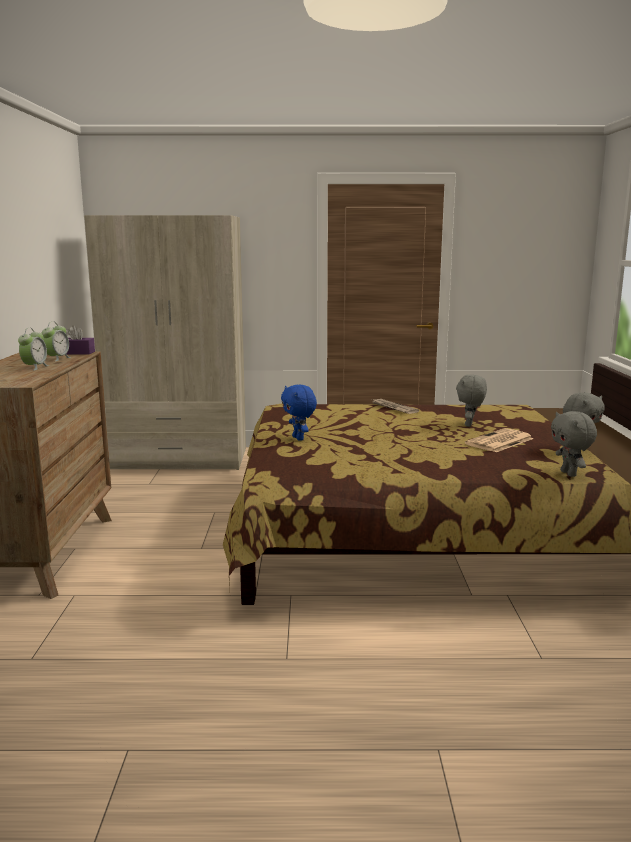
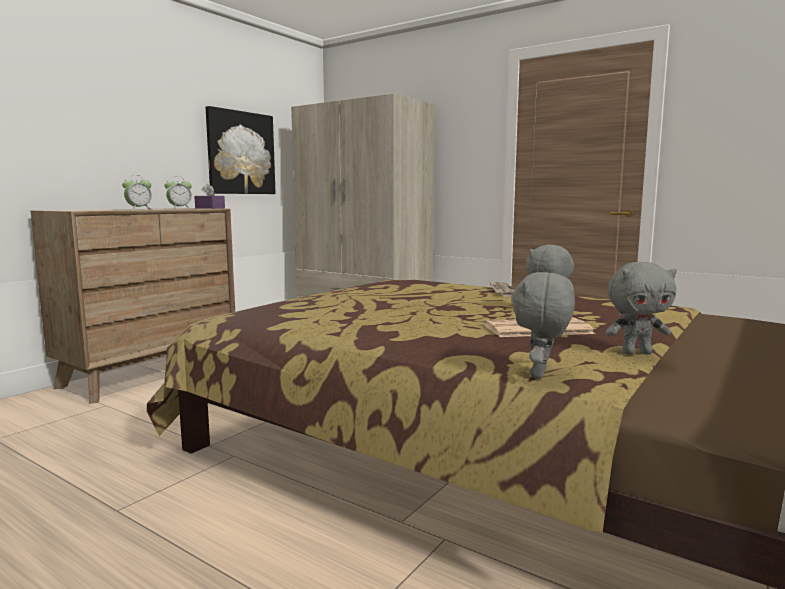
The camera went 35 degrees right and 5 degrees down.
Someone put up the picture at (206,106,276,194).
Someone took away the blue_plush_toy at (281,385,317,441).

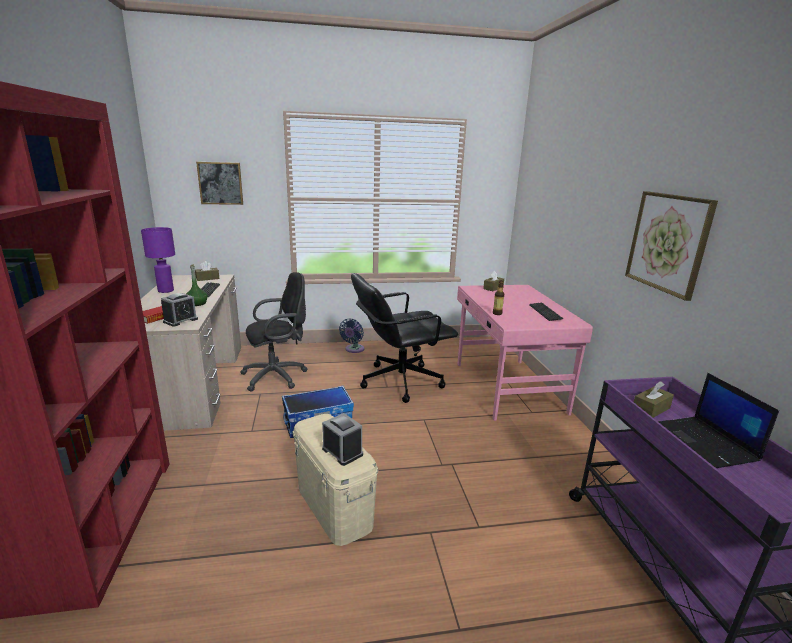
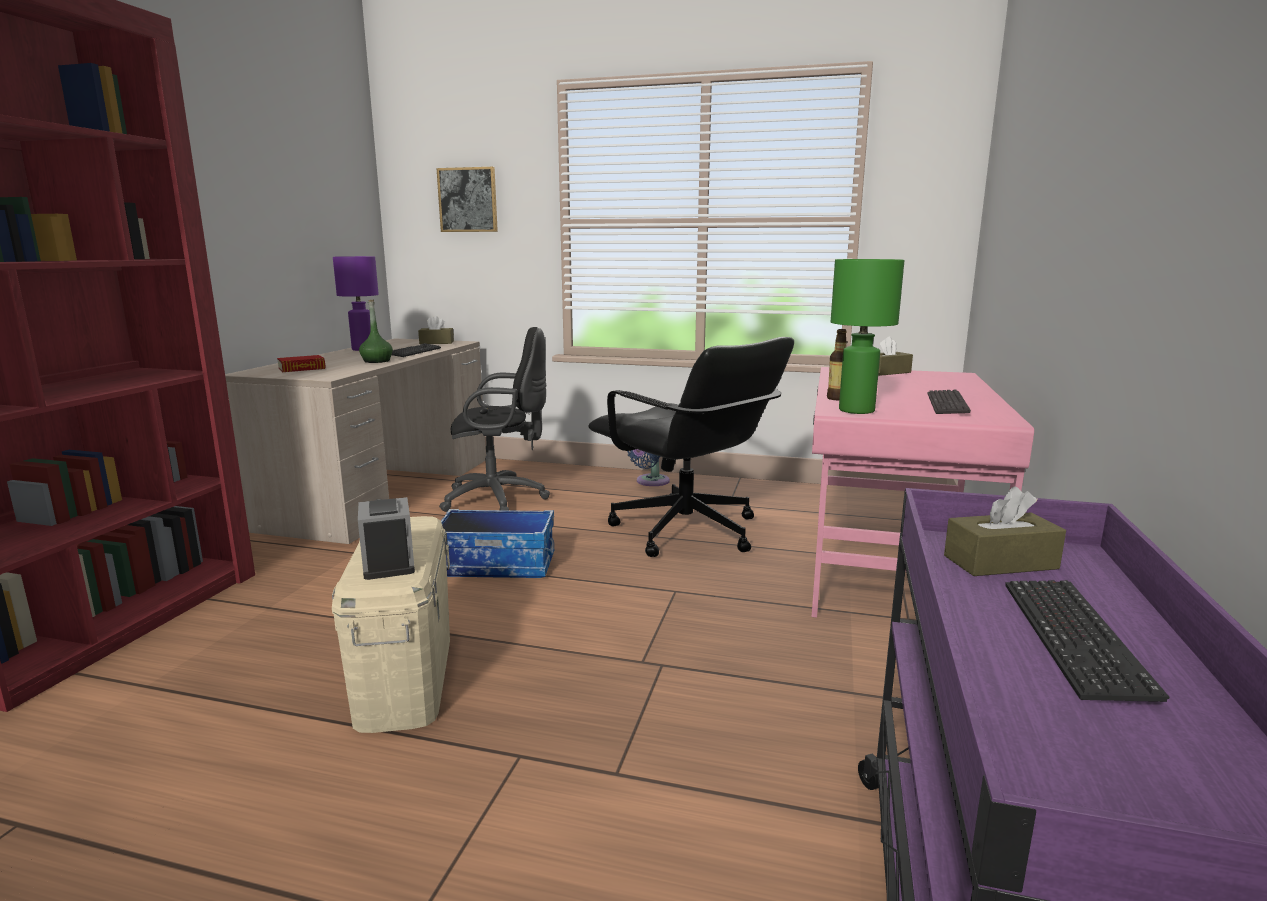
The camera went 25 degrees right and 5 degrees down.
Someone rotated the black_office_chair at (351,273,458,403) by 135 degrees counterclockwise.
Someone put down the green_table_lamp at (831,259,904,414).
Someone swapped the laptop at (659,373,779,468) for the keyboard at (1005,580,1169,702).
Someone took away the alarm_clock at (161,293,198,327).
Someone took away the picture at (625,191,718,301).

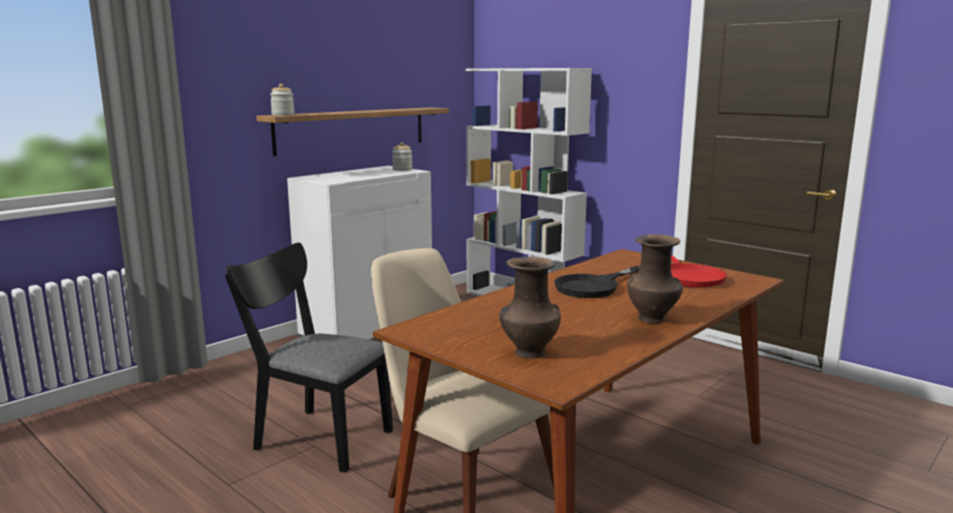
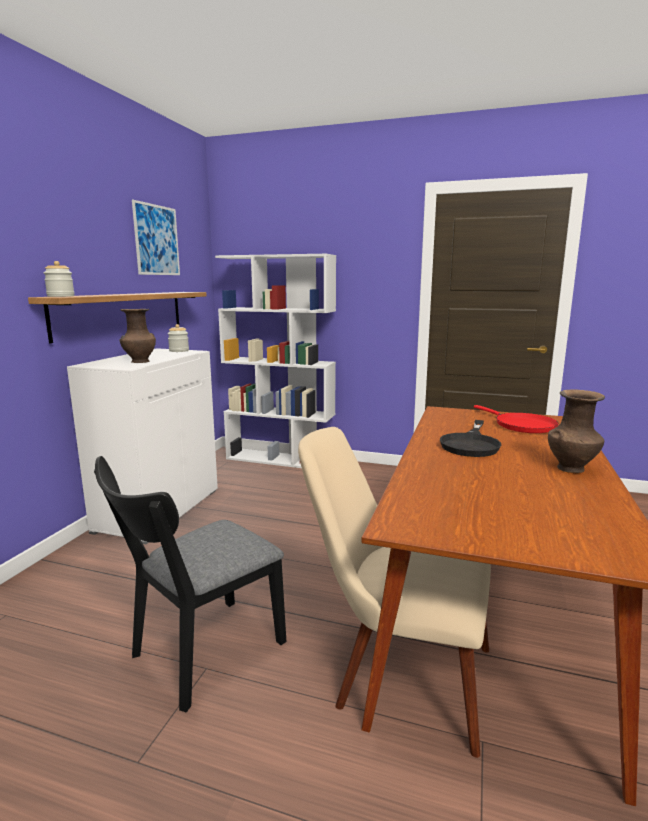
The camera went 25 degrees left and 0 degrees up.
Someone rotated the black_chair at (225,243,393,473) by 45 degrees counterclockwise.
Someone carried the brown_vase from (499,257,561,359) to (120,309,156,363).
Someone put up the picture at (132,200,180,275).

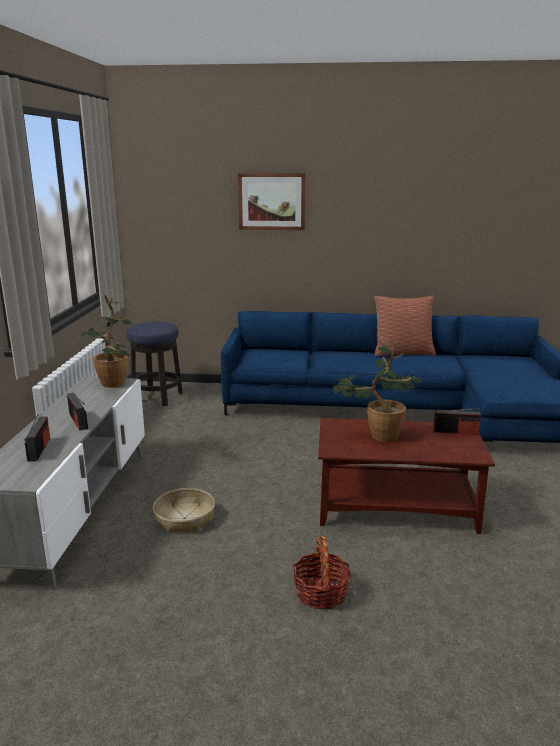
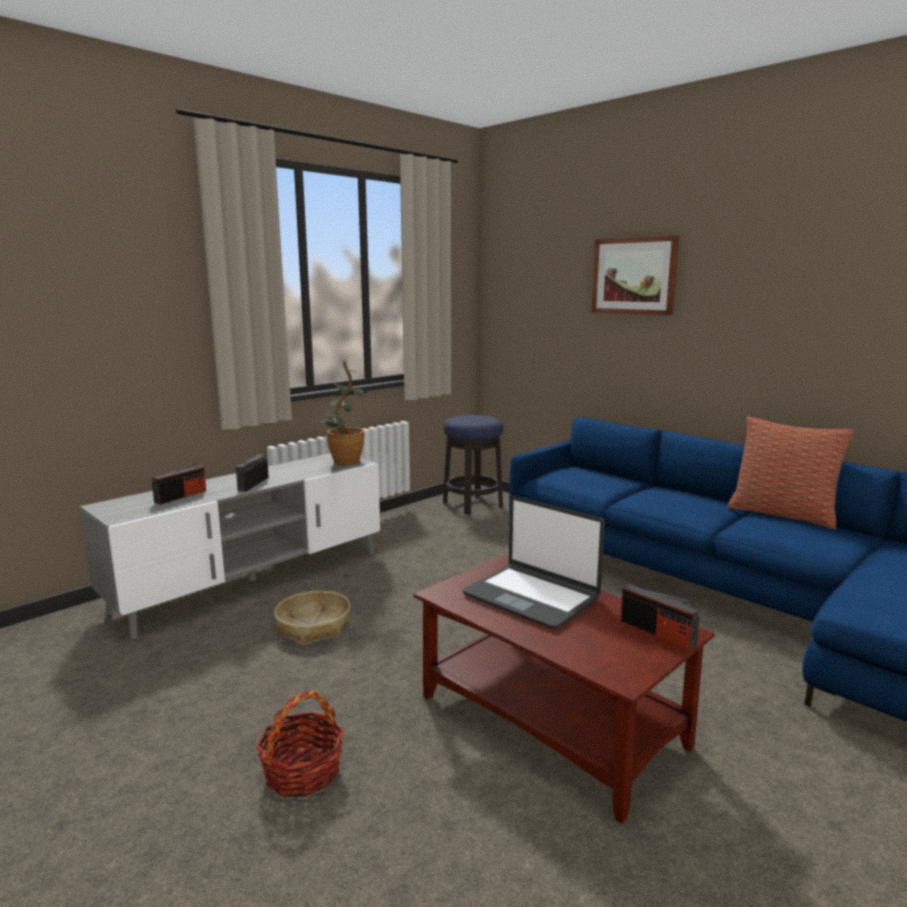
The camera went 40 degrees right and 5 degrees down.
Someone swapped the potted_plant at (332,339,422,442) for the laptop at (463,496,605,629).

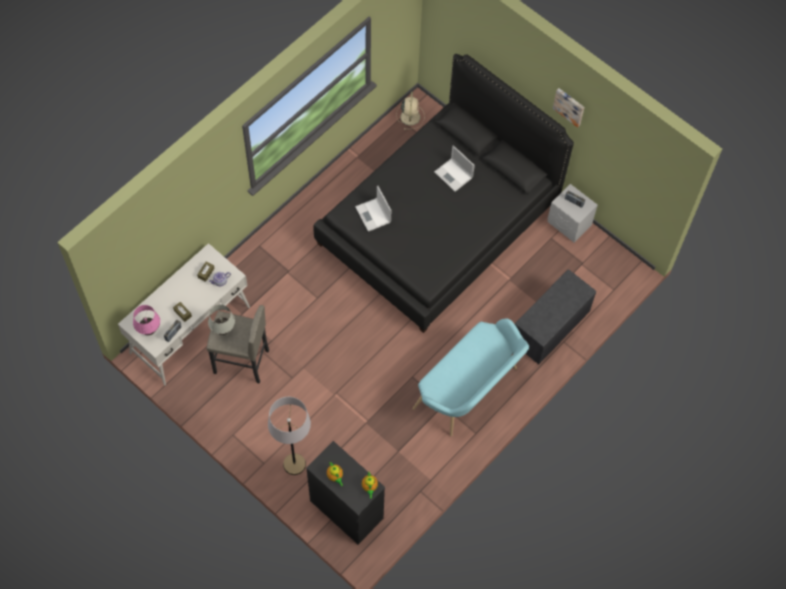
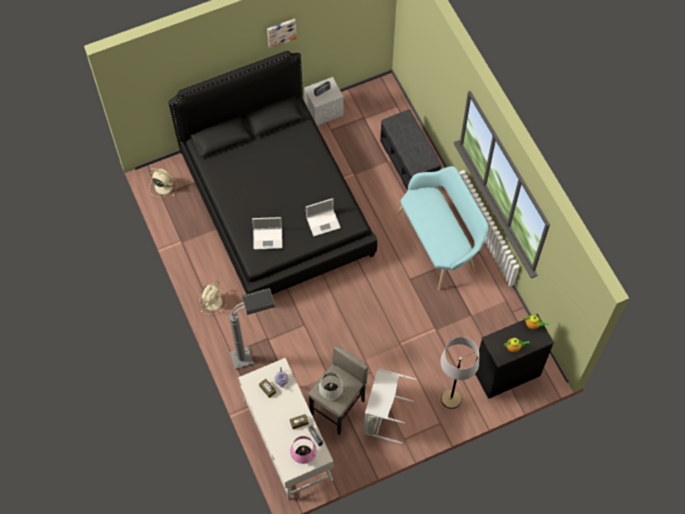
The camera went 65 degrees left and 0 degrees up.
Someone put down the beige_fan at (200,281,227,315).
Someone put down the grey_floor_lamp at (229,288,275,369).
Someone carried the laptop from (434,145,475,192) to (306,198,341,236).
Someone put down the grey_laundry_basket at (364,368,417,444).

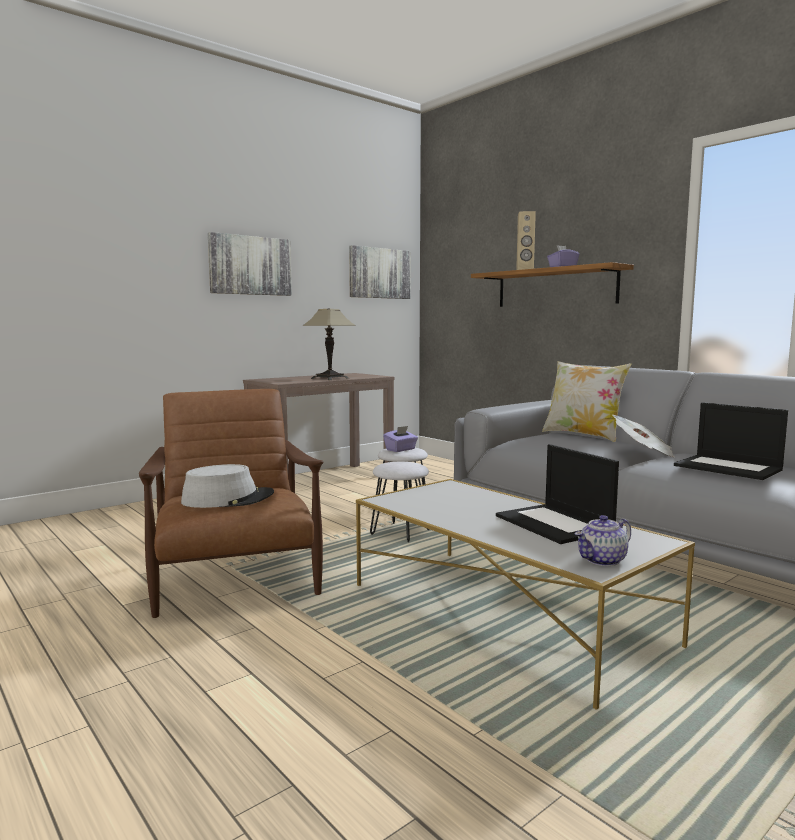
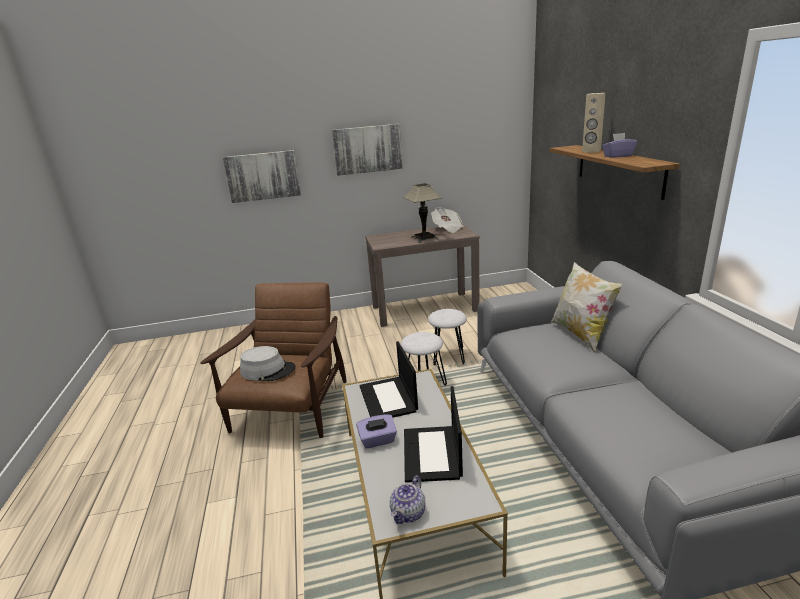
The camera went 30 degrees right and 15 degrees up.
Someone carried the picture from (349,245,411,299) to (223,150,301,203).
Someone carried the purple_tissue_box from (383,426,418,452) to (356,414,397,449).
Someone carried the laptop from (674,402,788,480) to (359,341,418,418).
Someone rotated the teapot at (575,515,631,566) by 60 degrees counterclockwise.
Someone carried the newspaper from (613,415,675,457) to (431,207,464,233).

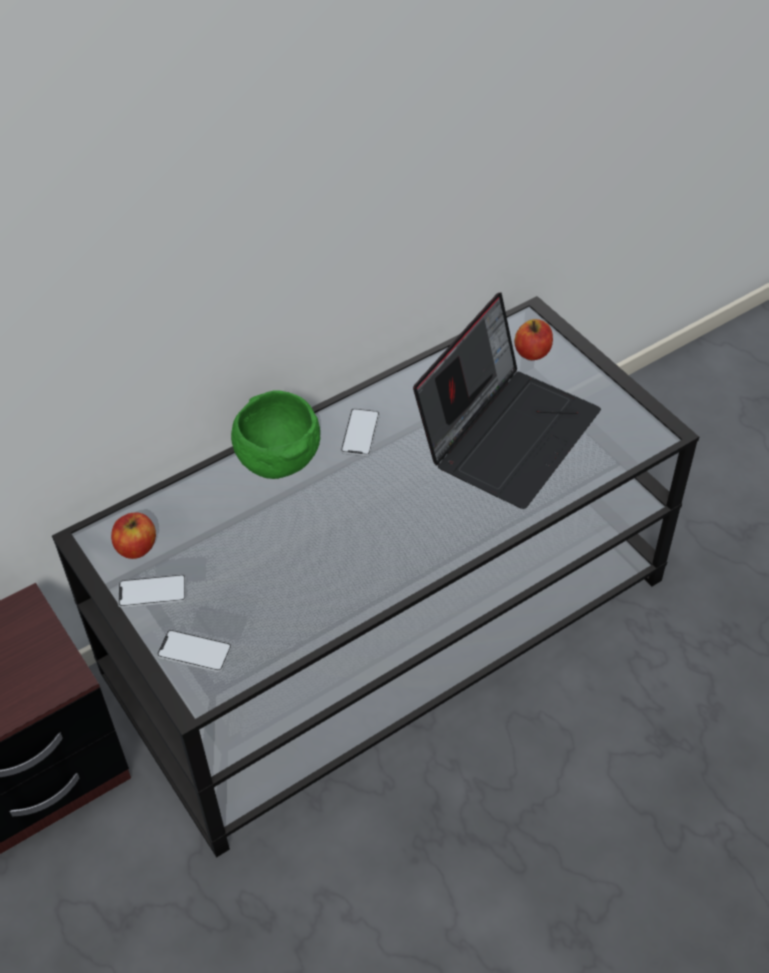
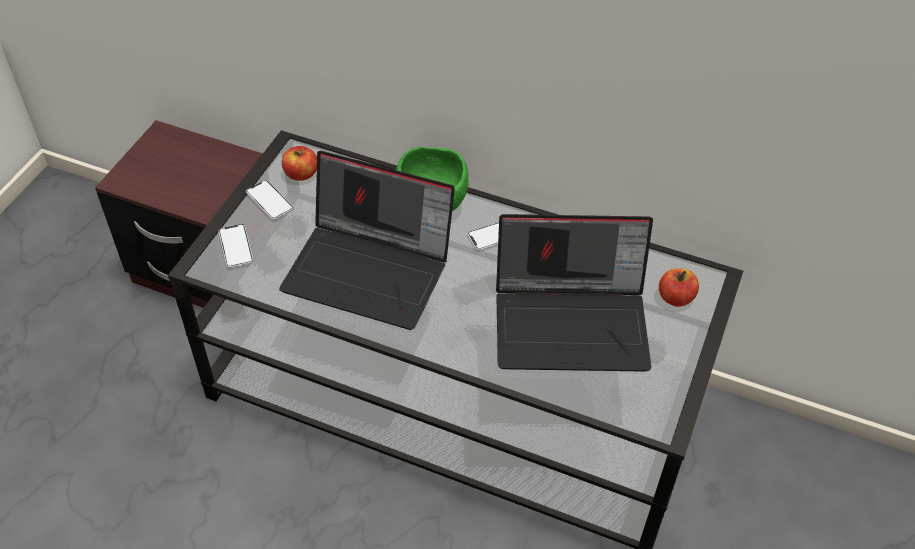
The camera went 55 degrees right and 0 degrees up.
Someone put down the laptop at (279,151,455,330).

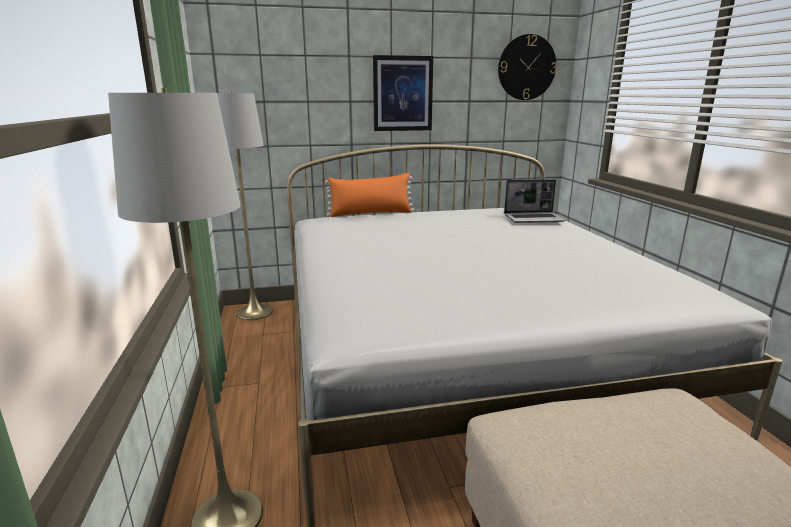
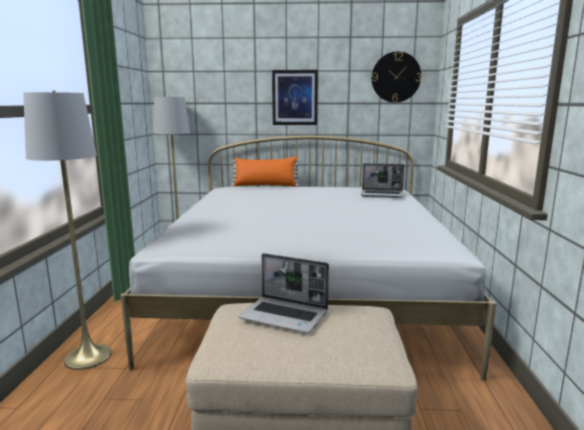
The camera went 15 degrees right and 5 degrees down.
Someone put down the laptop at (239,253,329,333).

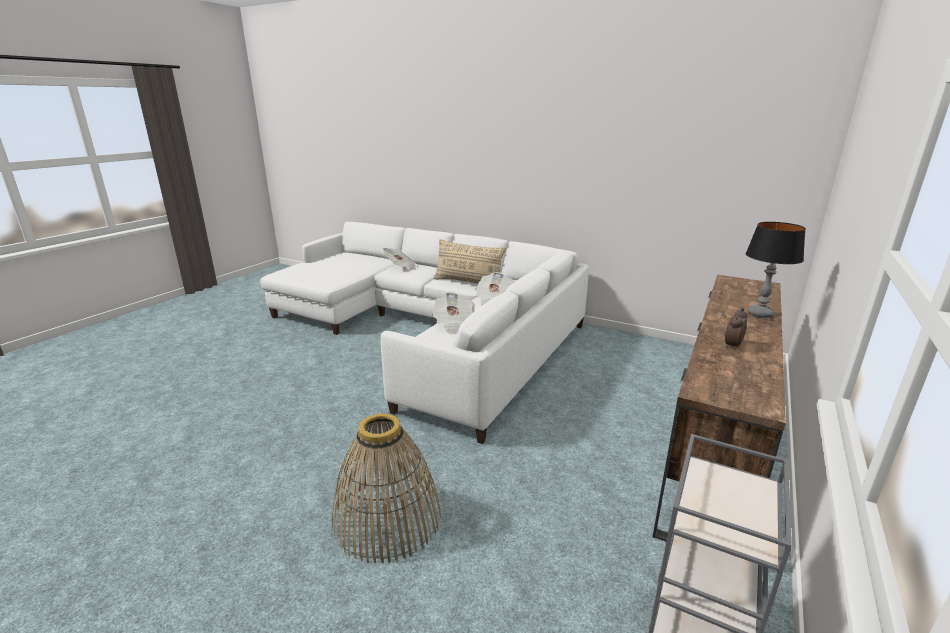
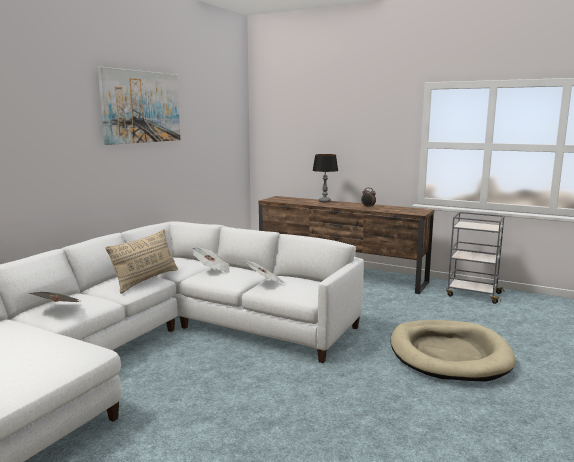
The camera went 90 degrees left and 10 degrees down.
Someone put up the picture at (98,67,180,145).
Someone swapped the basket at (332,413,441,564) for the beige_dog_bed at (390,320,516,382).

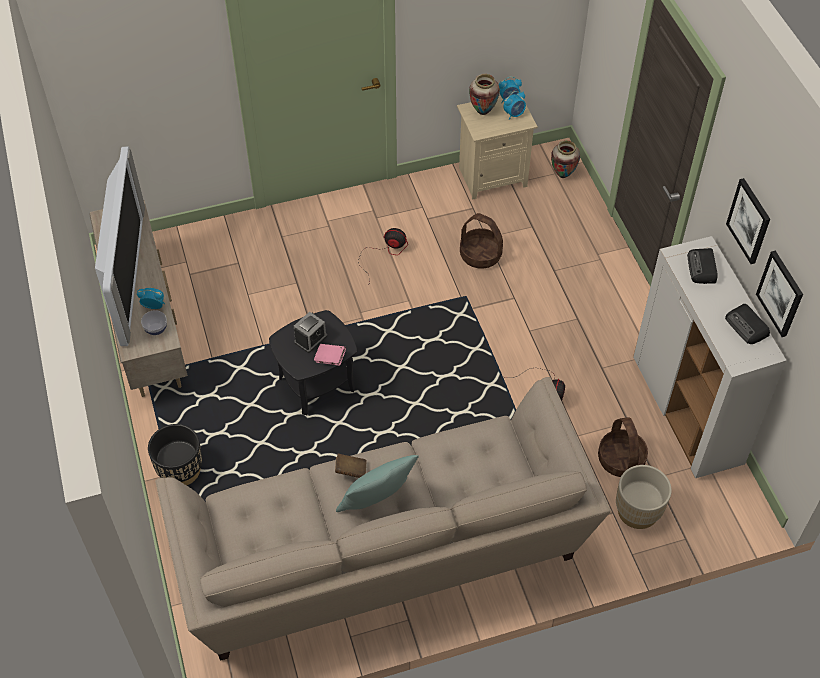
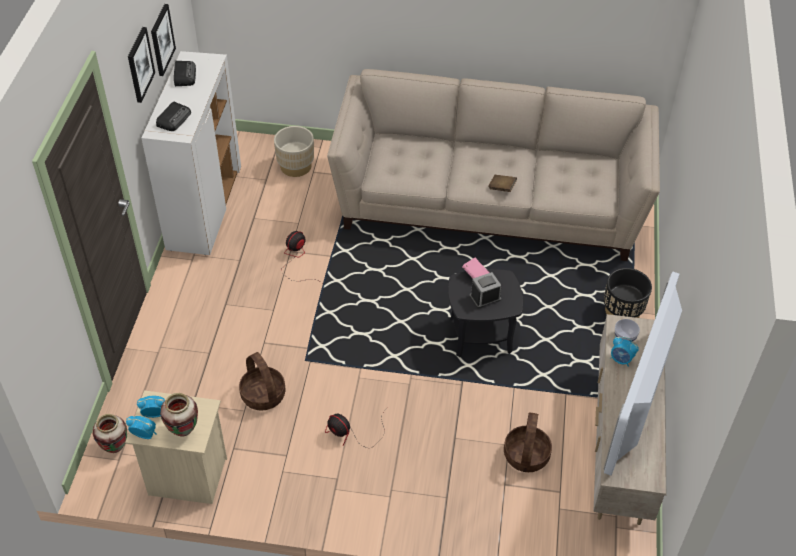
The camera went 155 degrees left and 5 degrees down.
Someone carried the basket from (598,417,648,477) to (504,413,552,472).
Someone took away the turquoise_pillow at (336,455,419,512).

